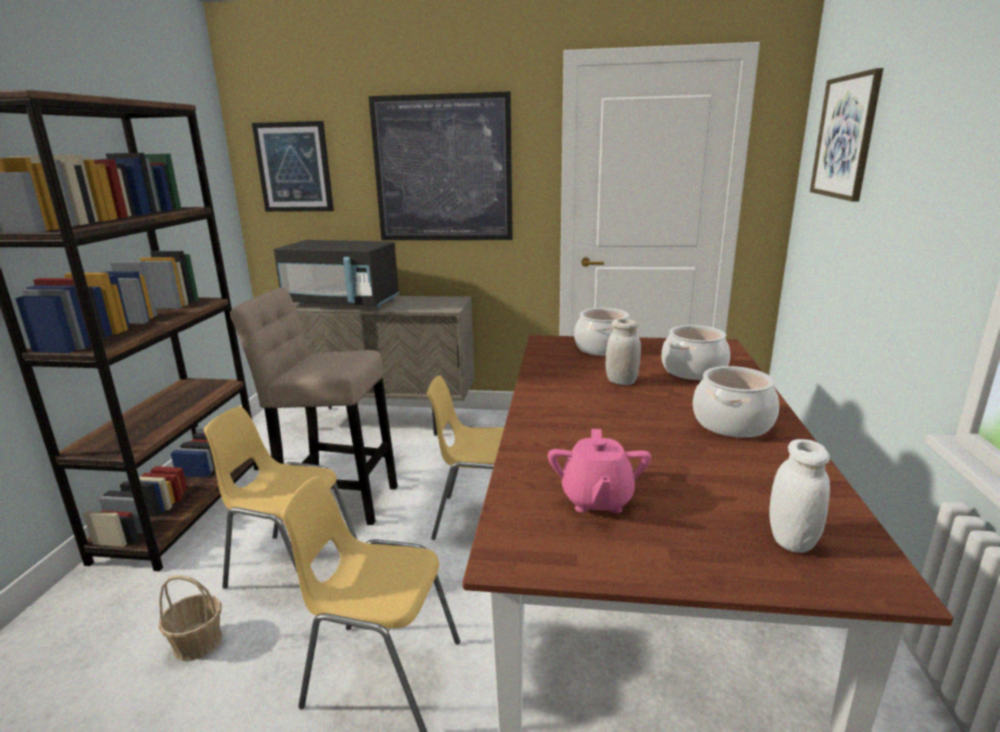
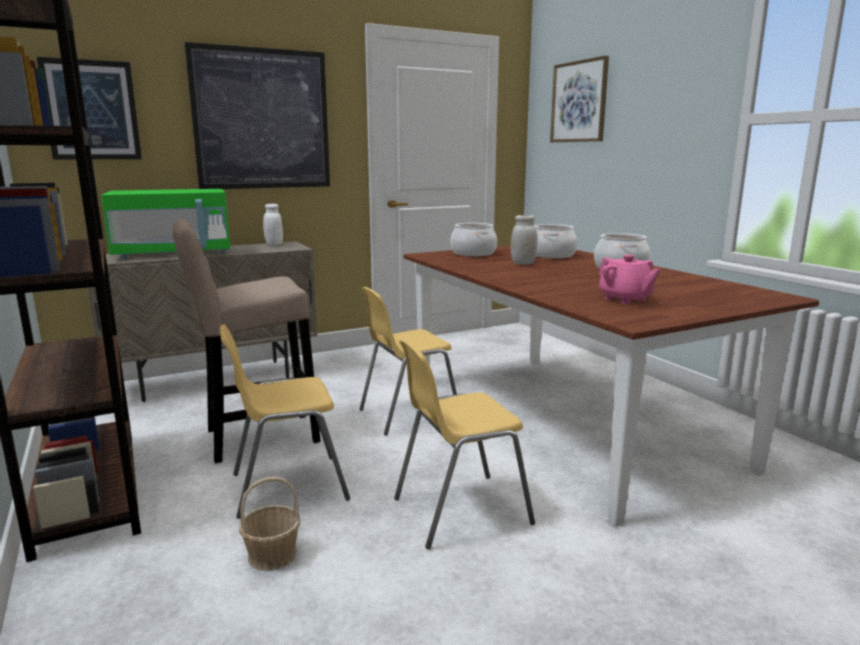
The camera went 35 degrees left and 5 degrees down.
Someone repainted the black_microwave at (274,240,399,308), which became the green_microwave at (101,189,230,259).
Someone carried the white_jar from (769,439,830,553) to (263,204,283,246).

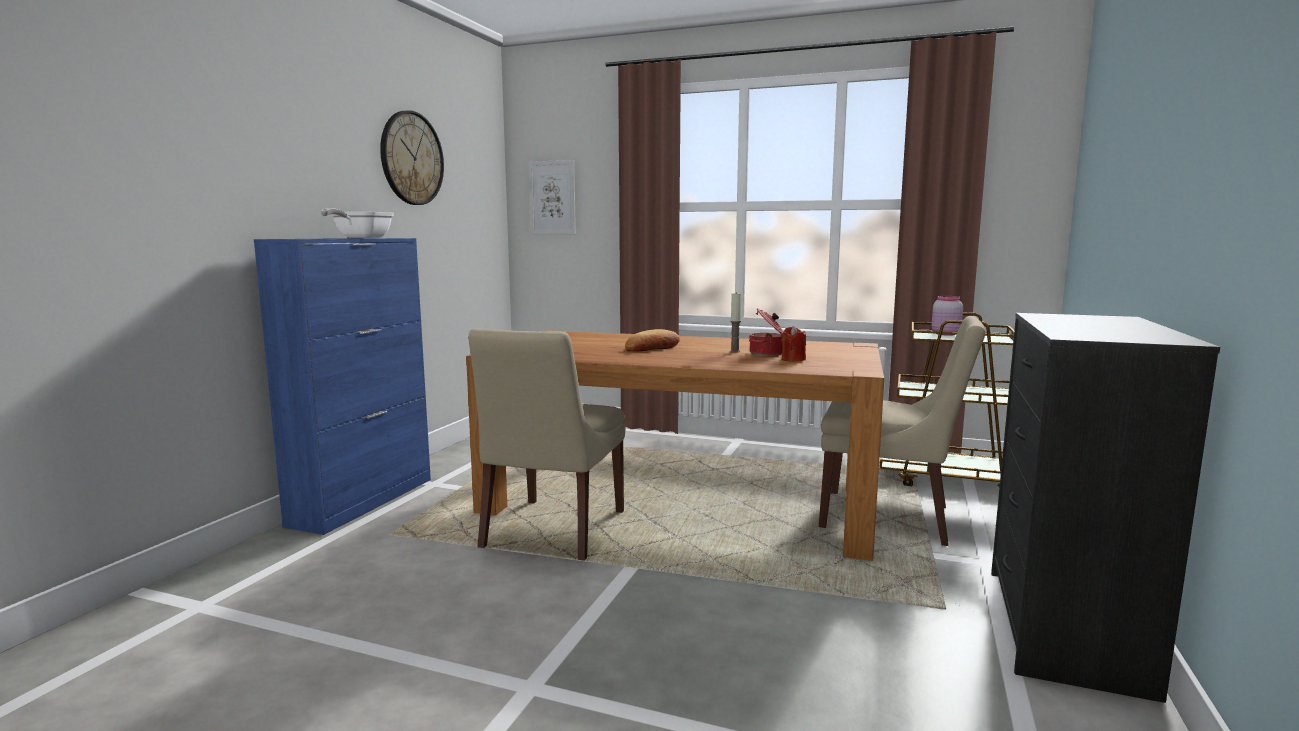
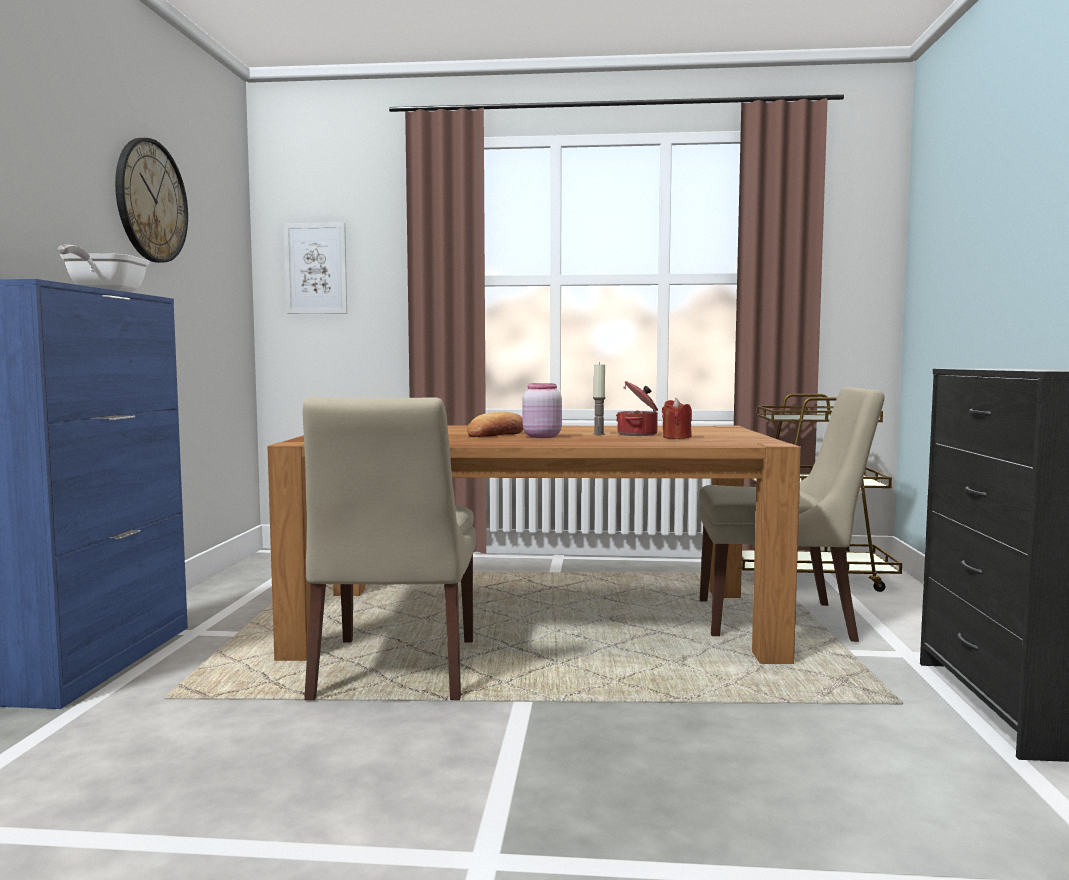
The camera went 15 degrees left and 5 degrees down.
Someone carried the pink_jar from (931,296,963,336) to (523,383,562,438).

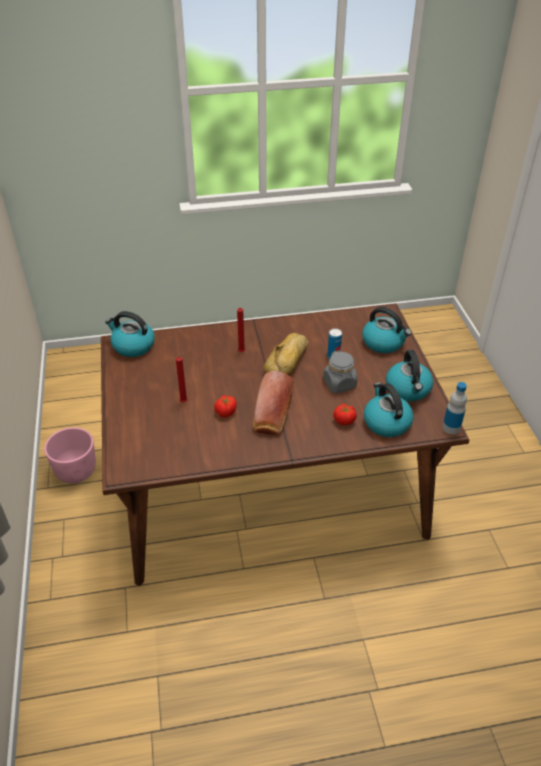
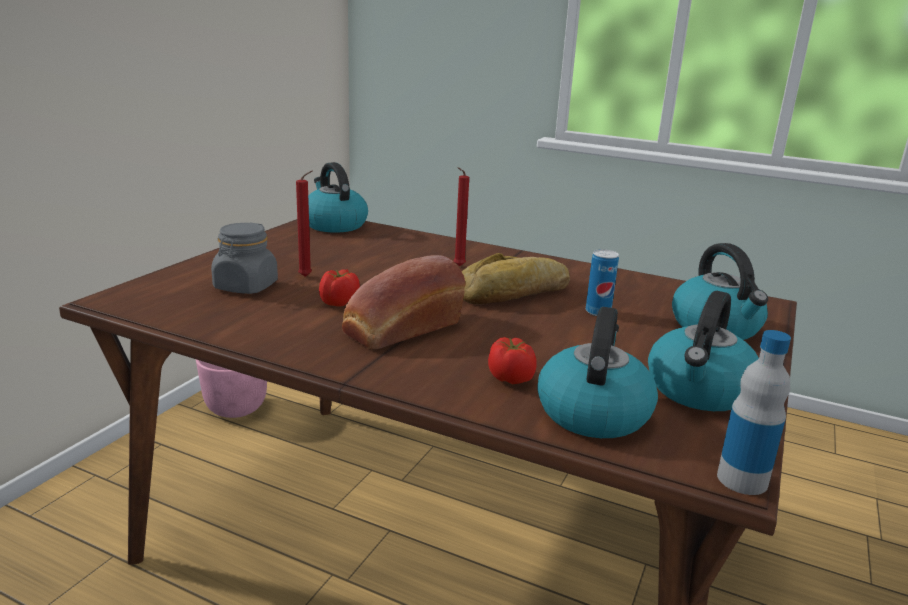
The camera went 35 degrees right and 20 degrees down.
Someone carried the grey_jar from (323,350,358,393) to (211,223,278,294).

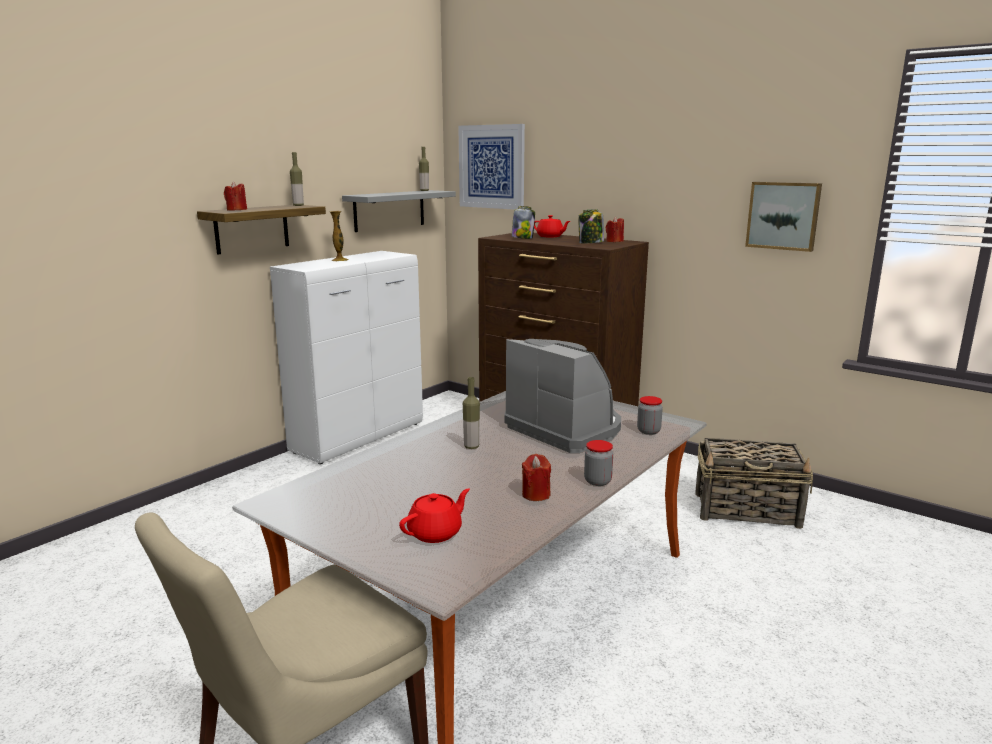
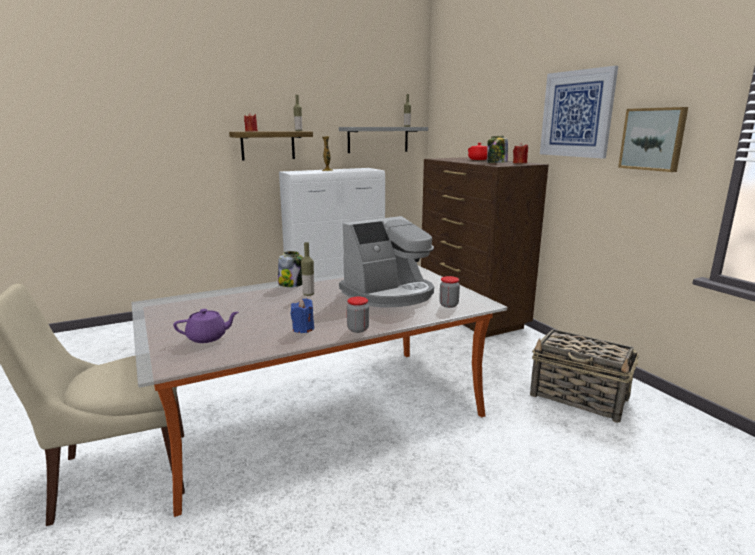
The camera went 25 degrees right and 0 degrees up.
Someone repainted the red_teapot at (399,488,470,543), which became the purple_teapot at (173,309,238,343).
Someone carried the jar from (511,206,535,239) to (278,251,303,287).
Someone repainted the red_candle at (522,454,551,501), which became the blue_candle at (290,298,314,333).
Someone rotated the coffee_machine at (505,339,621,453) by 75 degrees clockwise.
Someone carried the picture from (458,124,525,210) to (540,66,618,159).

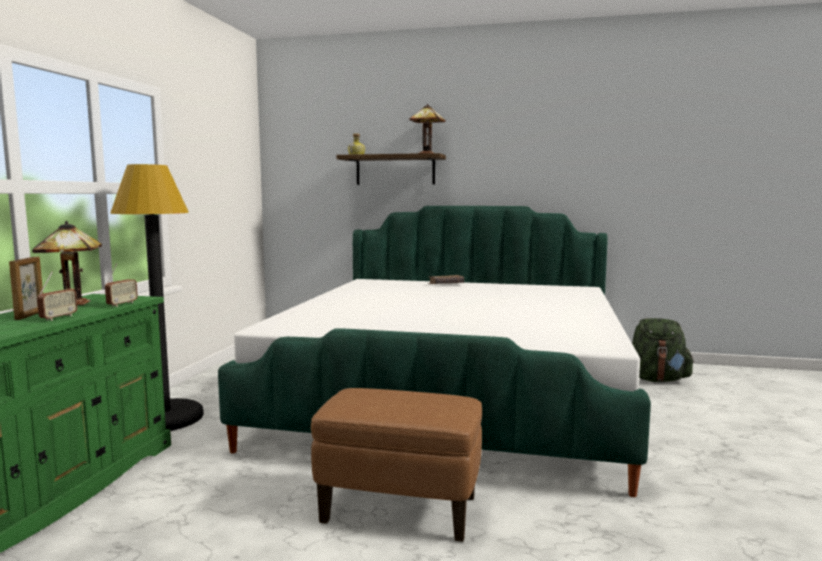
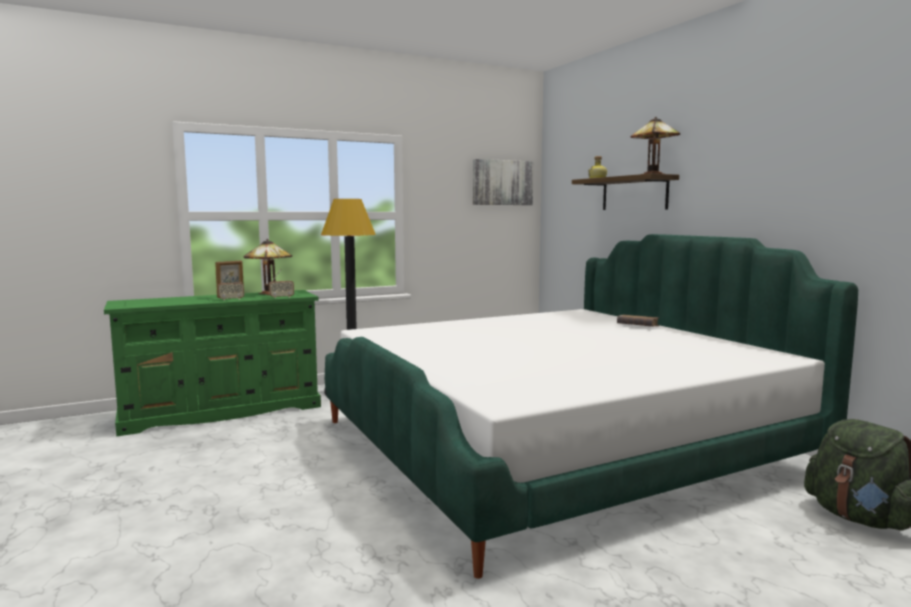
The camera went 50 degrees right and 0 degrees up.
Someone put up the picture at (473,159,534,205).
Someone took away the brown_ottoman at (311,388,482,542).

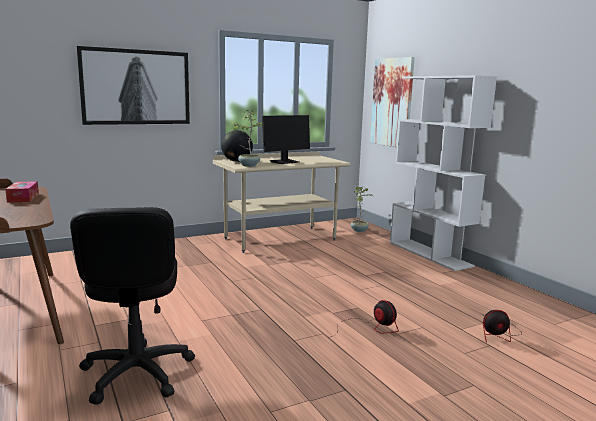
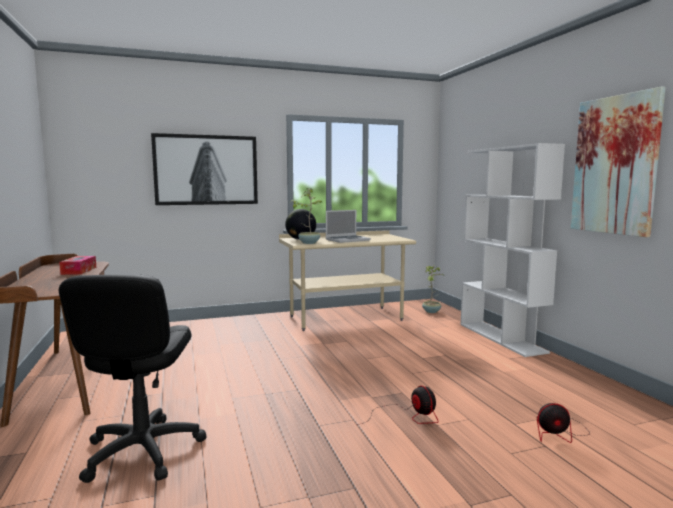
The camera went 10 degrees right and 5 degrees down.
Someone swapped the monitor at (262,115,310,164) for the laptop at (326,210,371,243).
Someone carried the picture from (370,57,415,147) to (571,87,666,237).

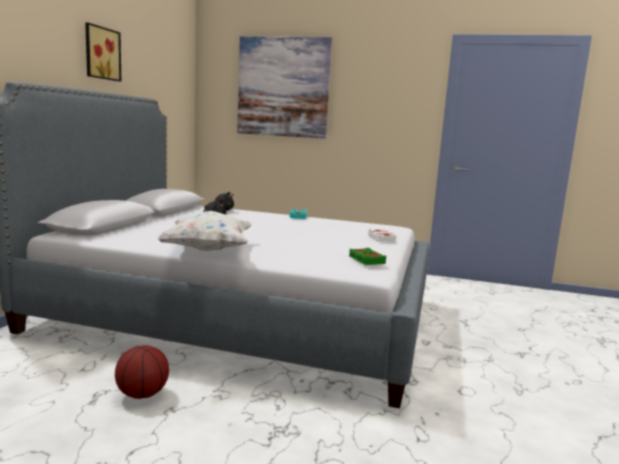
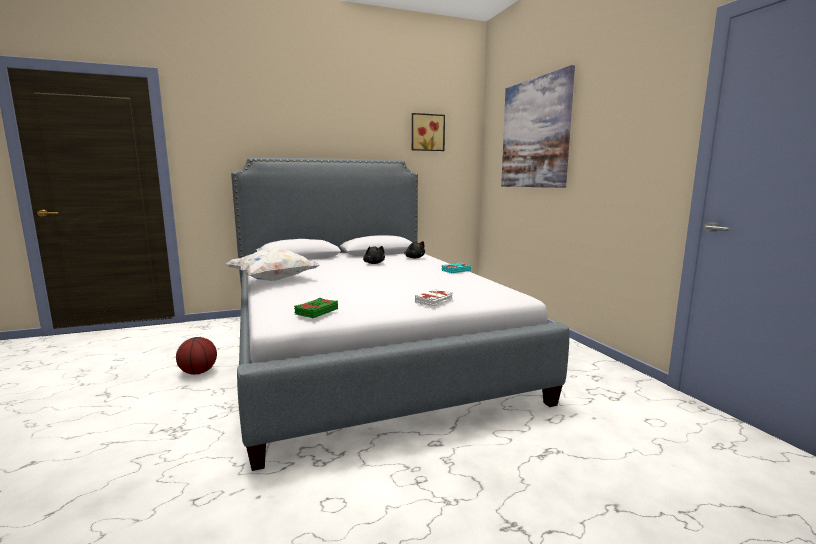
The camera went 55 degrees right and 0 degrees up.
Someone carried the picture from (85,22,121,82) to (412,113,445,151).

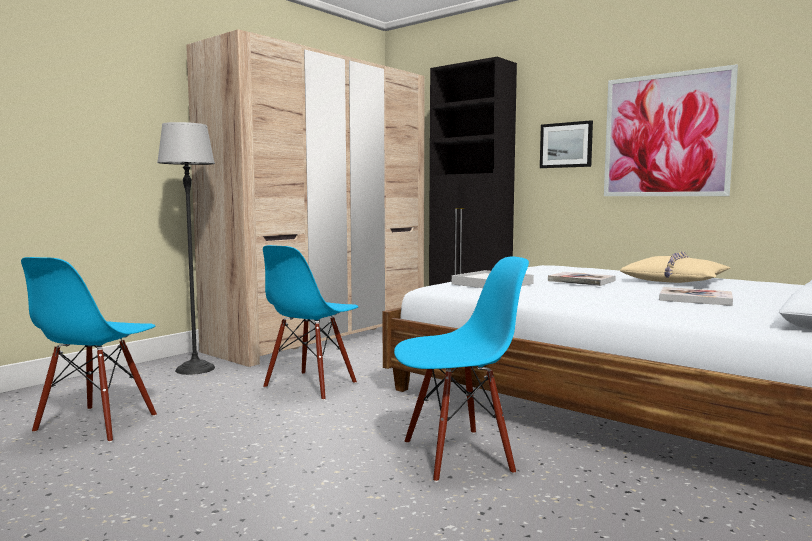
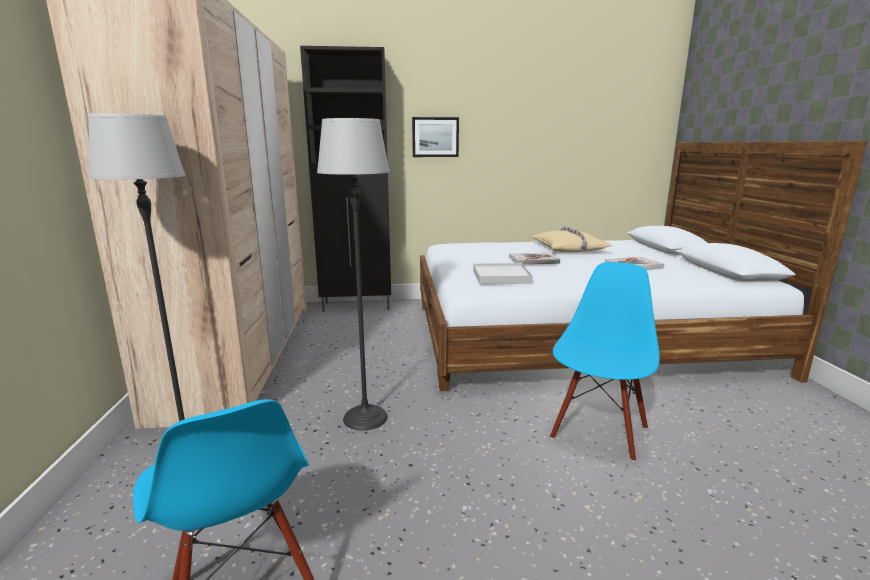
The camera went 45 degrees left and 10 degrees up.
Someone swapped the blue_chair at (263,245,359,400) for the floor_lamp at (317,118,389,431).
Someone took away the picture at (604,64,738,196).

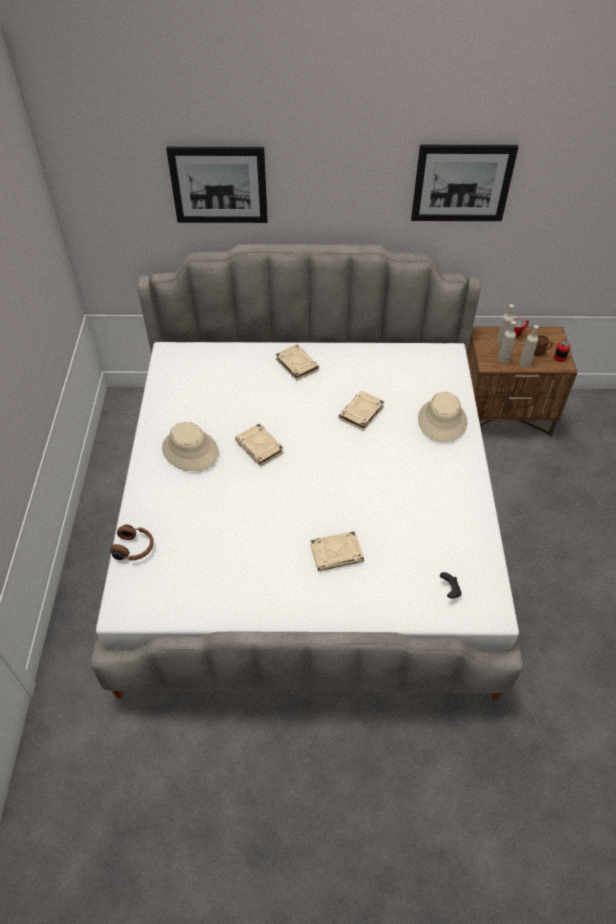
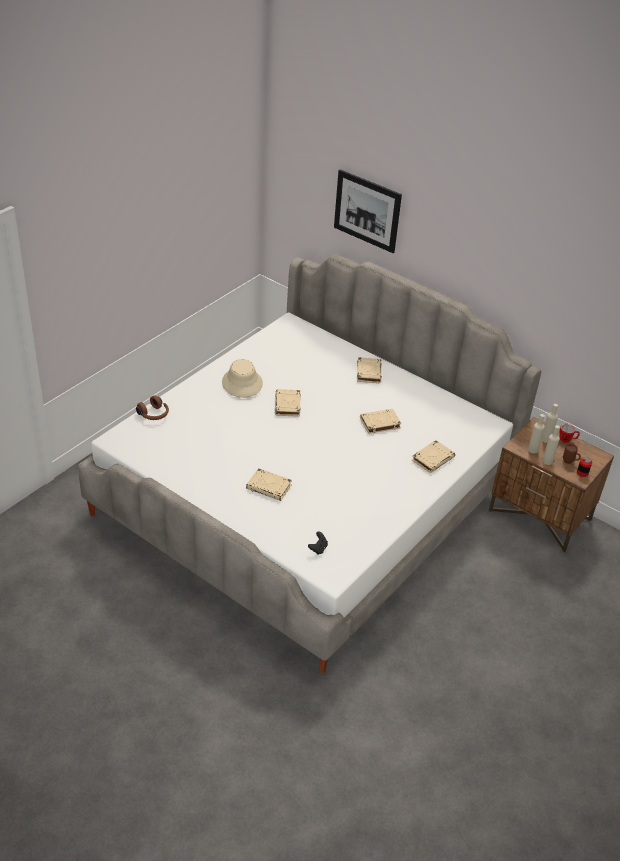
The camera went 35 degrees right and 10 degrees down.
Someone swapped the beige_hat at (418,392,467,442) for the beige_book at (412,440,455,473).
Someone took away the picture at (411,145,518,221).

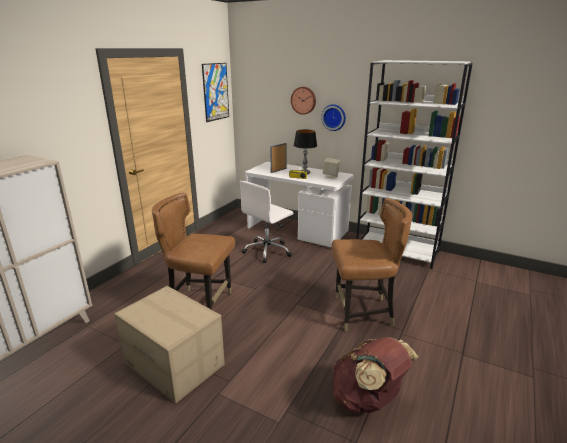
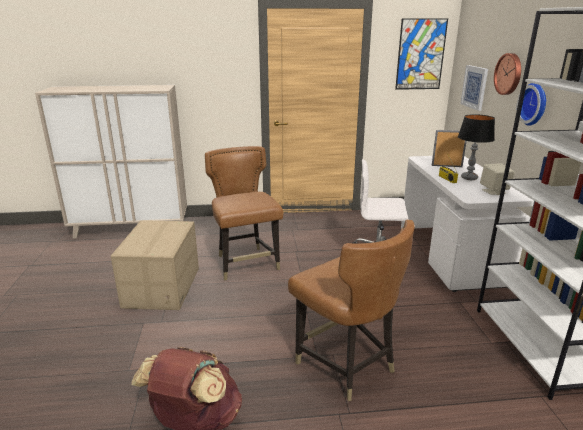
The camera went 55 degrees right and 0 degrees up.
Someone put up the picture at (460,65,488,111).

